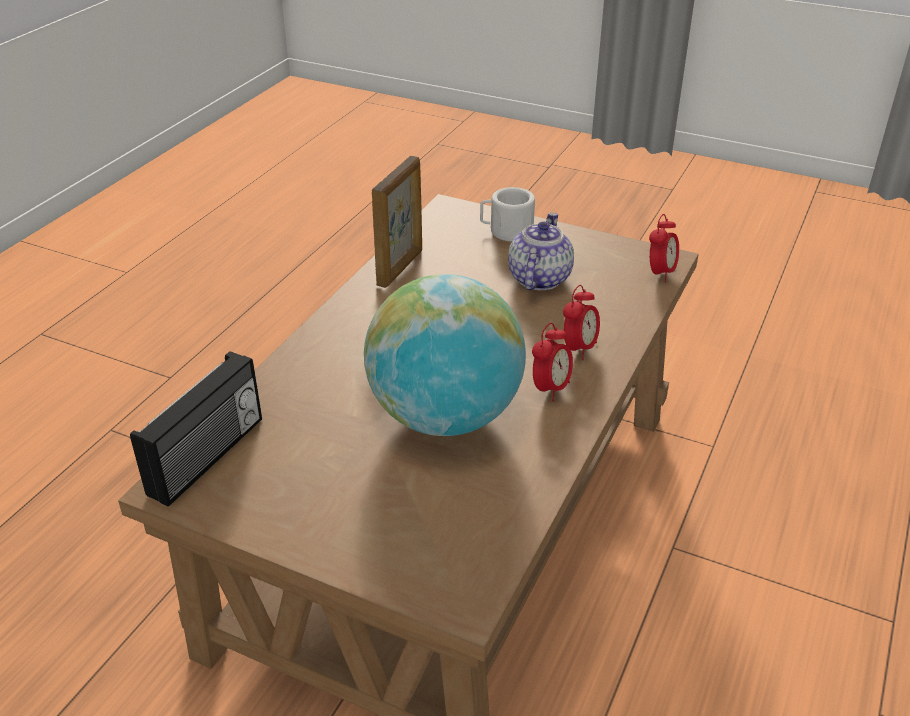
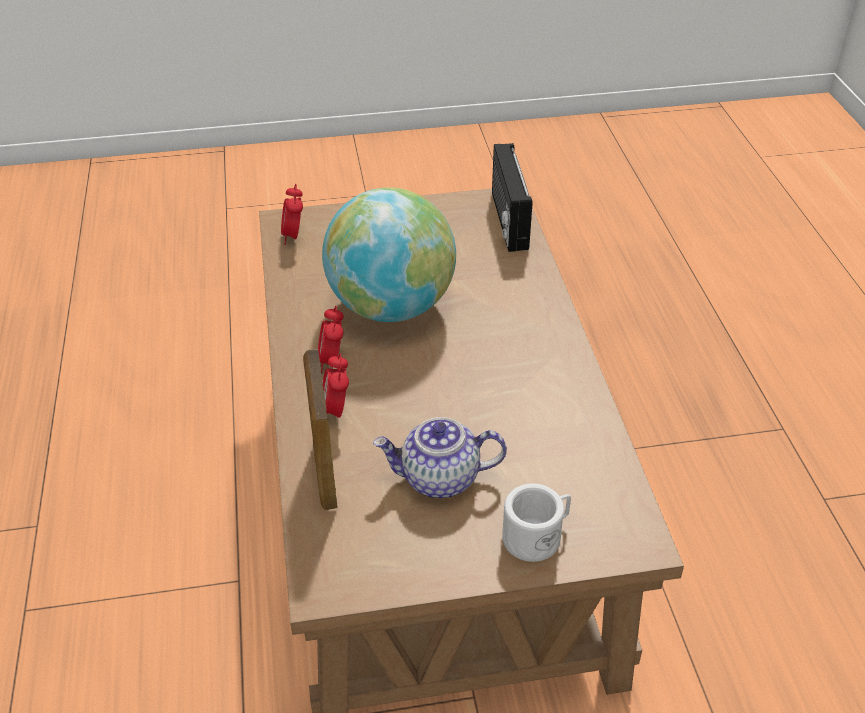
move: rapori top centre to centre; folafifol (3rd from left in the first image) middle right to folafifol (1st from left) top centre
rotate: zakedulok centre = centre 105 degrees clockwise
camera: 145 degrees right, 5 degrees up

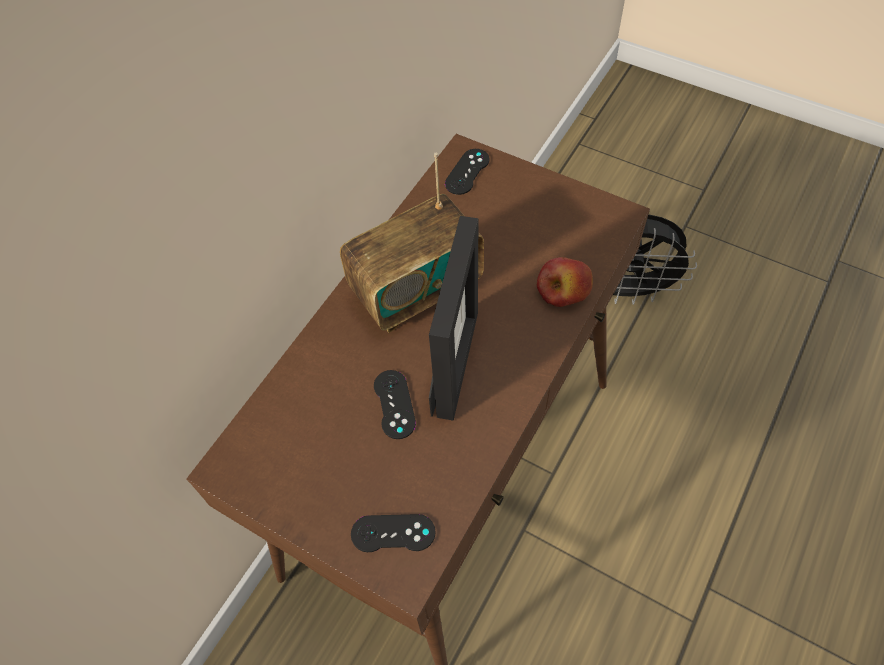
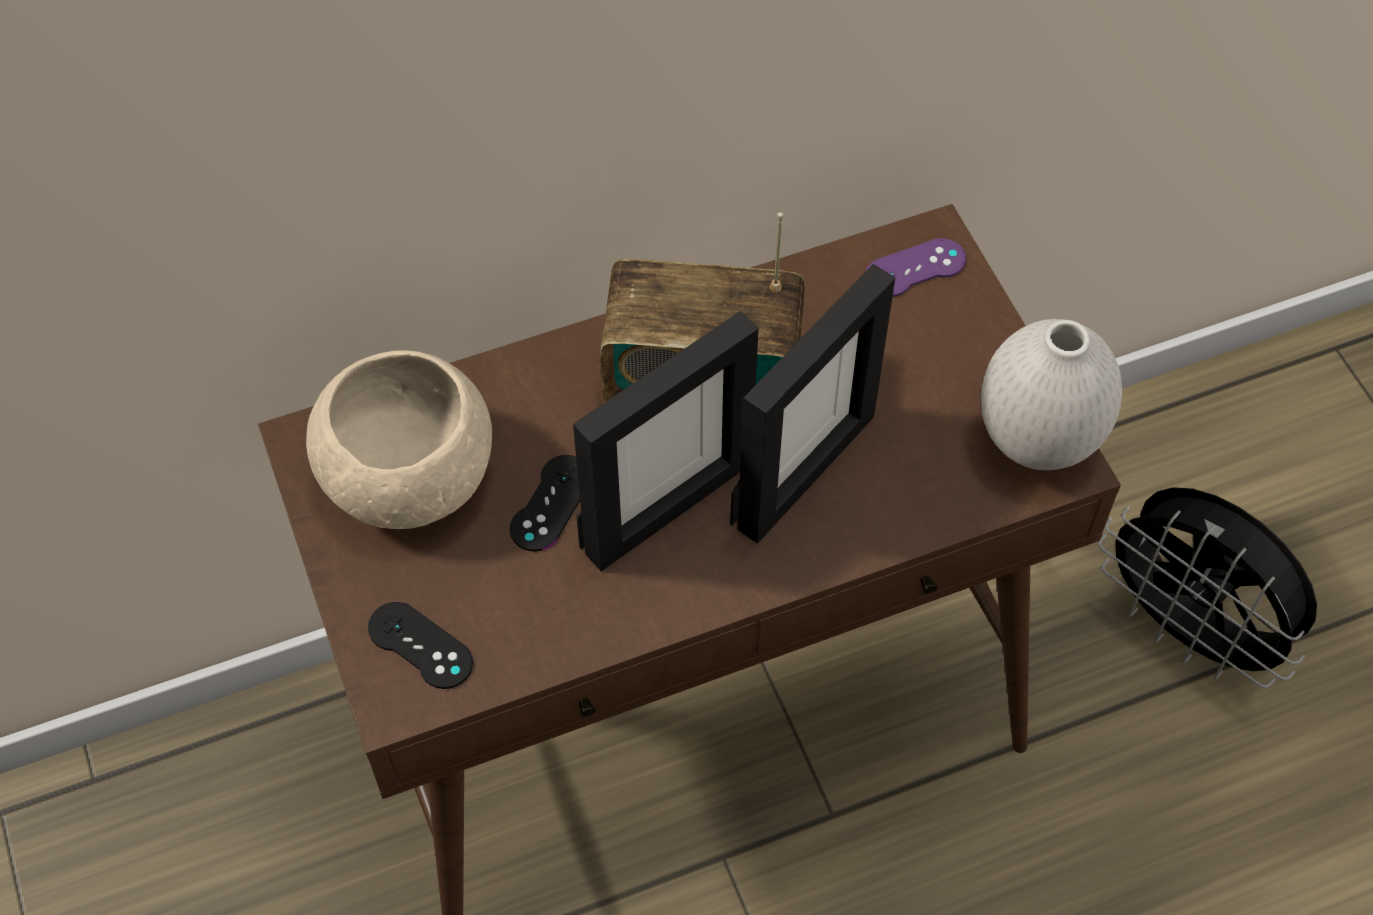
delete: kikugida centre
insert: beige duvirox middle left; rapori (2nd from left) centre; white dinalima middle right
recolor: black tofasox (3rd from left) top centre to purple tofasox top right
camera: 35 degrees right, 0 degrees up

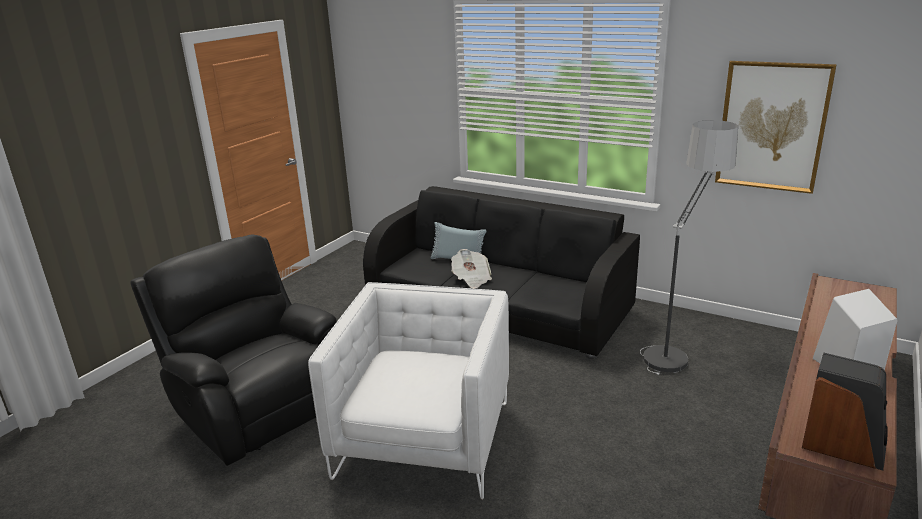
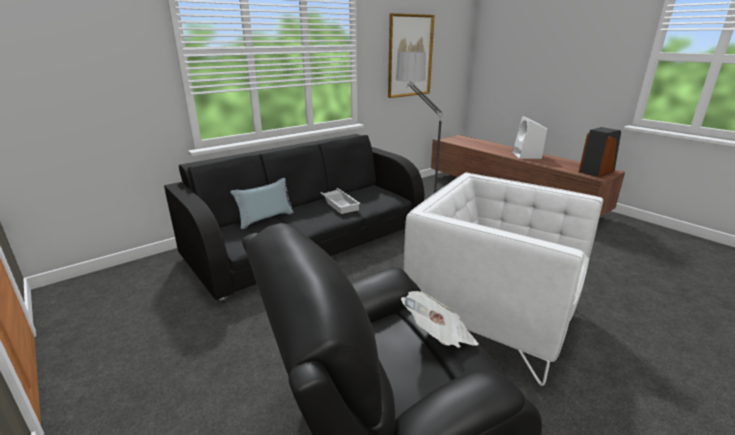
insert: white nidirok centre
move: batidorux centre to bottom centre
camera: 70 degrees left, 0 degrees up

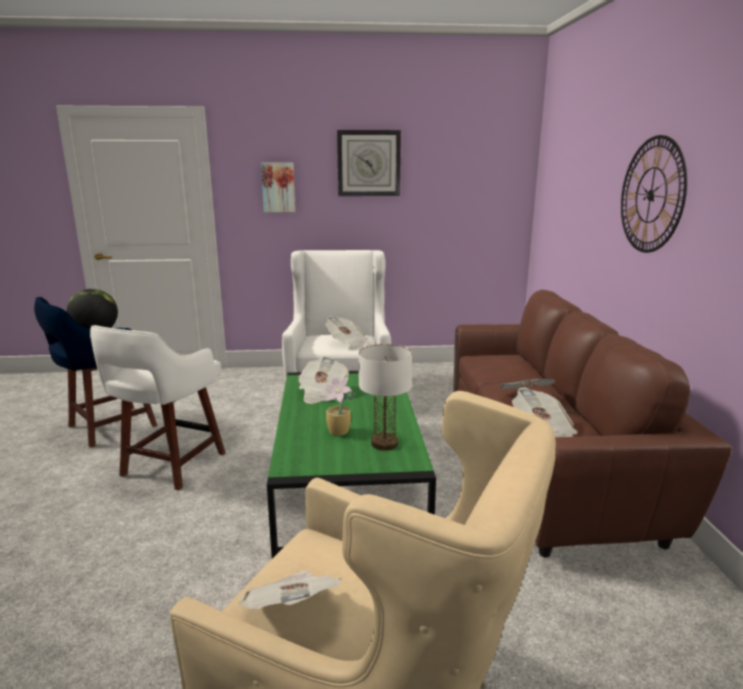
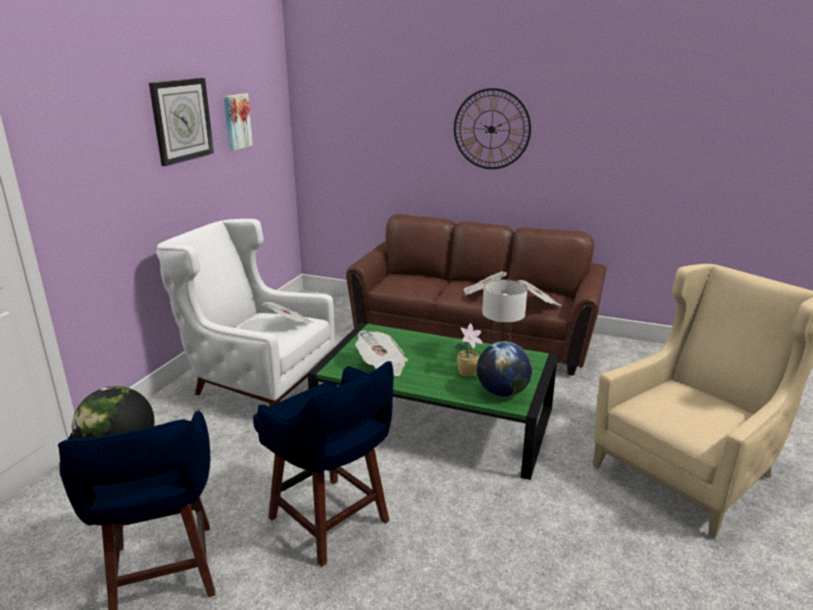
delete: batidorux (1st from left) bottom centre
insert: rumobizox (2nd from left) centre
move: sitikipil top centre to top left
recolor: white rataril middle left to blue rataril (2nd from left) bottom centre
camera: 65 degrees left, 5 degrees up

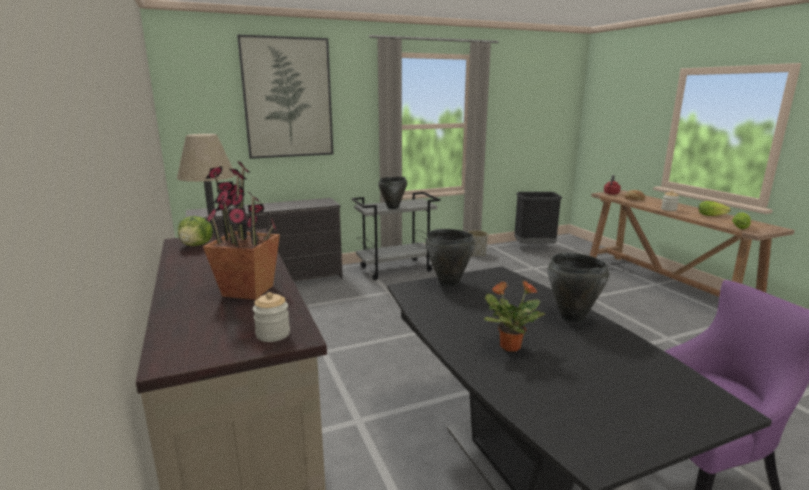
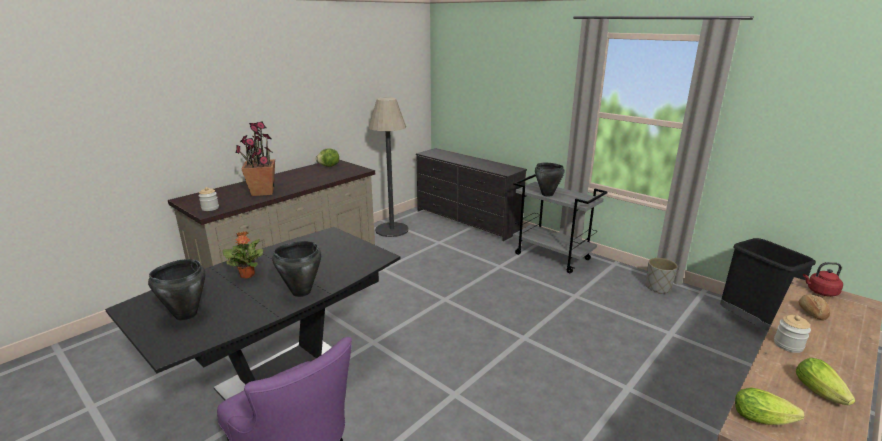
delete: sitikipil top centre
move: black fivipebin (2nd from left in the first image) centre to black fivipebin (1st from left) middle left
camera: 65 degrees right, 5 degrees up

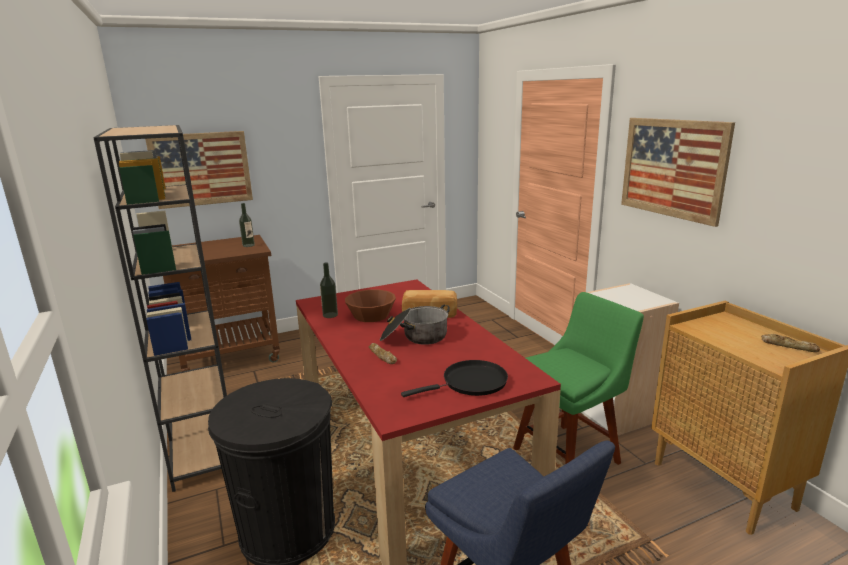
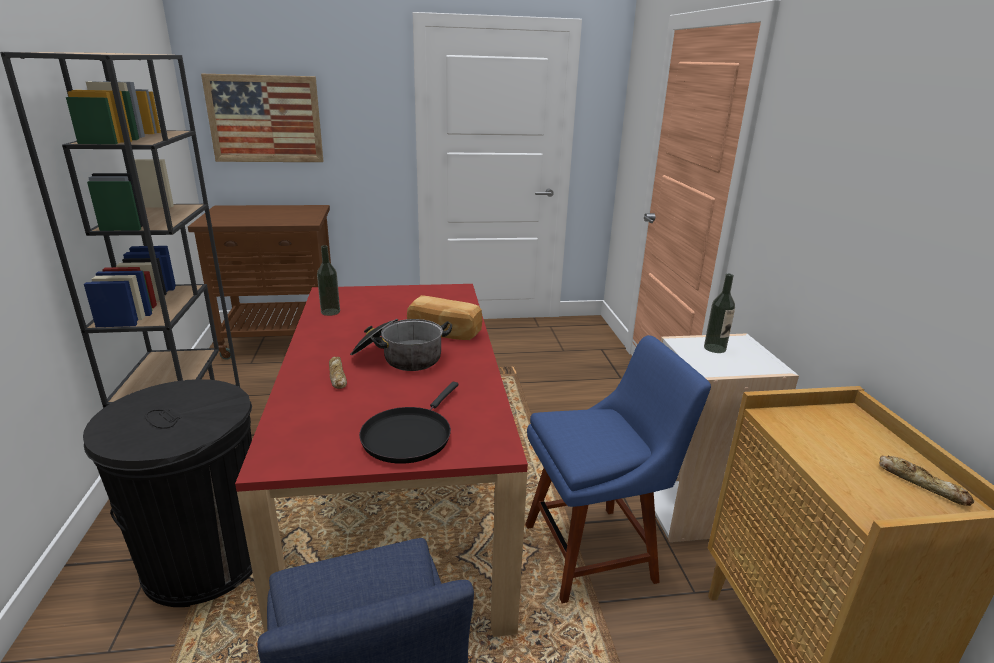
delete: brown duvirox centre; sitikipil (2nd from left) top right
move: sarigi (1st from left in the first image) middle left to sarigi (2nd from left) middle right
recolor: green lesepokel bottom right to blue lesepokel (2nd from left) bottom centre
rotate: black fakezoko bottom centre = centre 120 degrees clockwise
camera: 15 degrees right, 5 degrees up

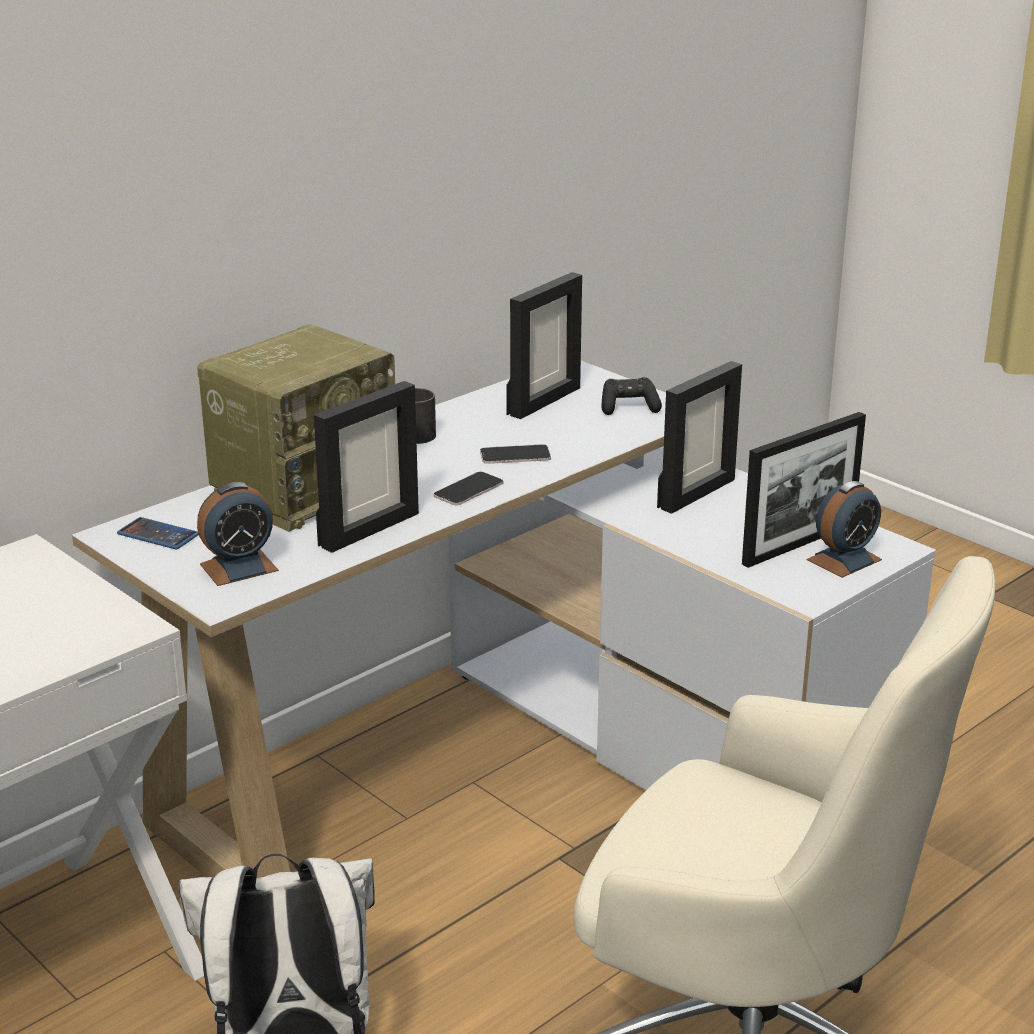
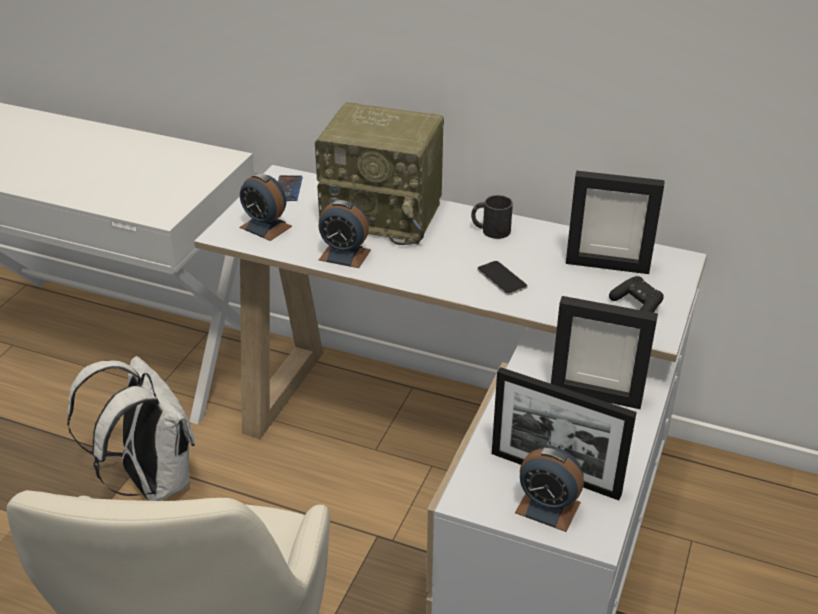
delete: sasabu (2nd from left) centre
replace: rapori (1st from left) centre to folafifol (2nd from left) centre
camera: 65 degrees right, 10 degrees up

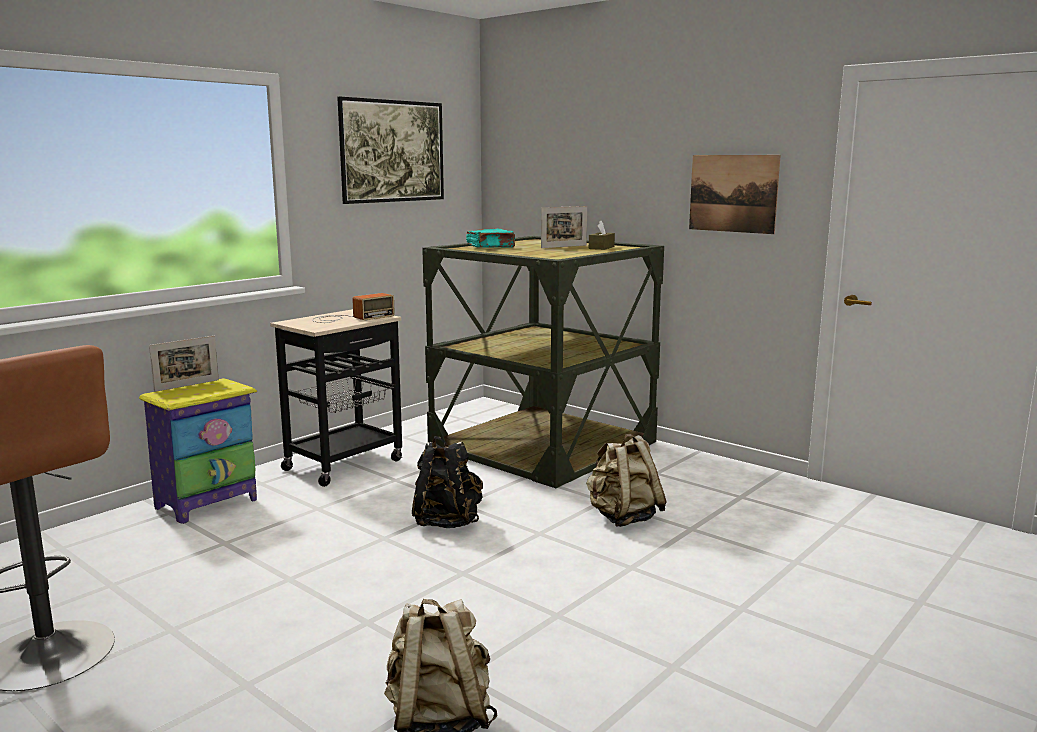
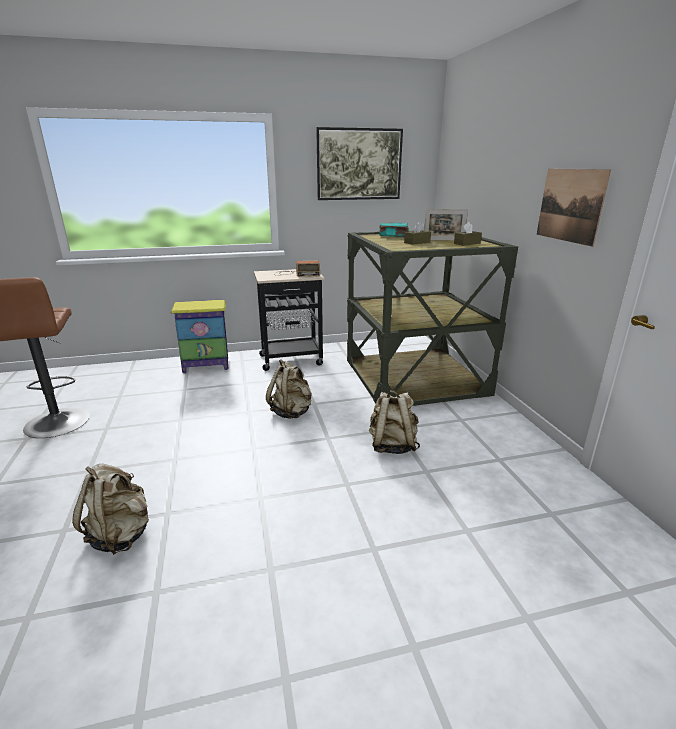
delete: rapori (1st from left) middle left
insert: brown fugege (1st from left) top centre
recolor: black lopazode centre to beige lopazode (2nd from left) centre
camera: 35 degrees right, 10 degrees up

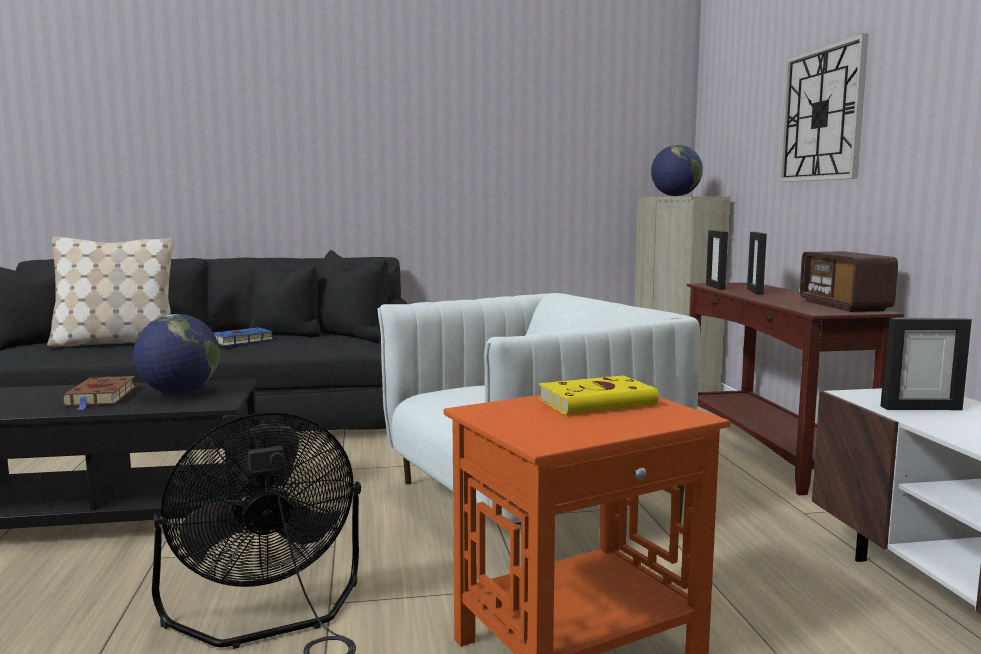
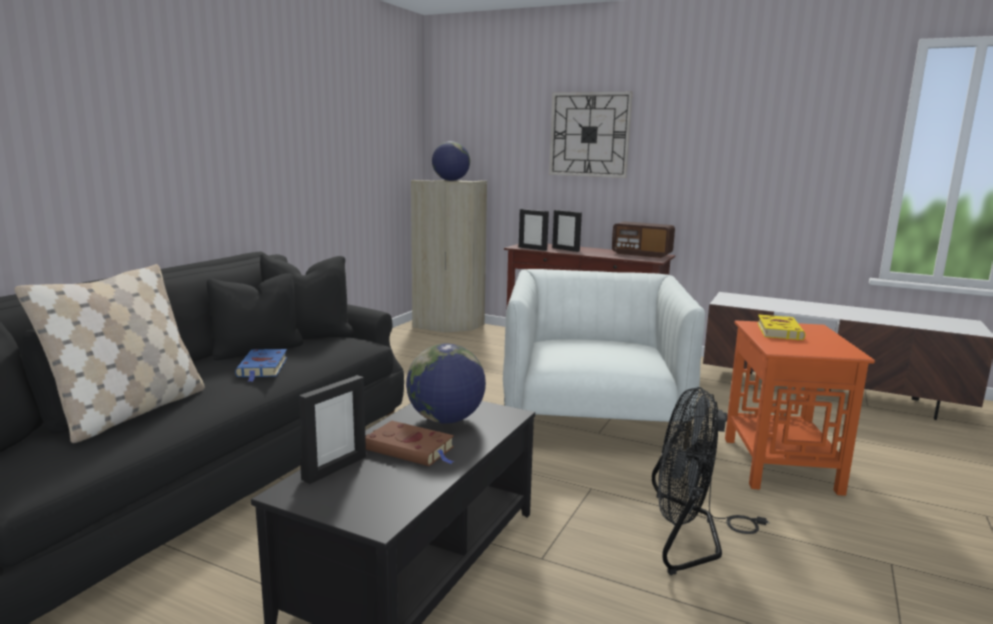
move: rapori (3rd from left in the first image) middle right to rapori (1st from left) bottom centre
camera: 55 degrees left, 5 degrees up

